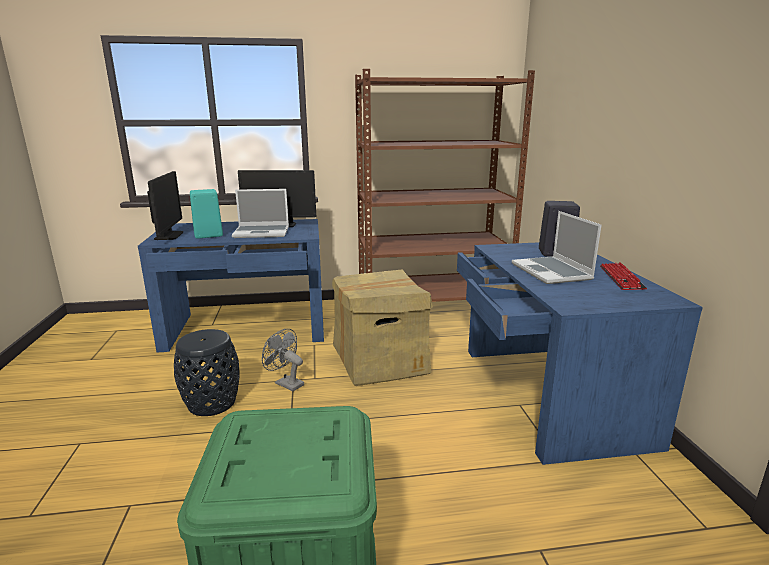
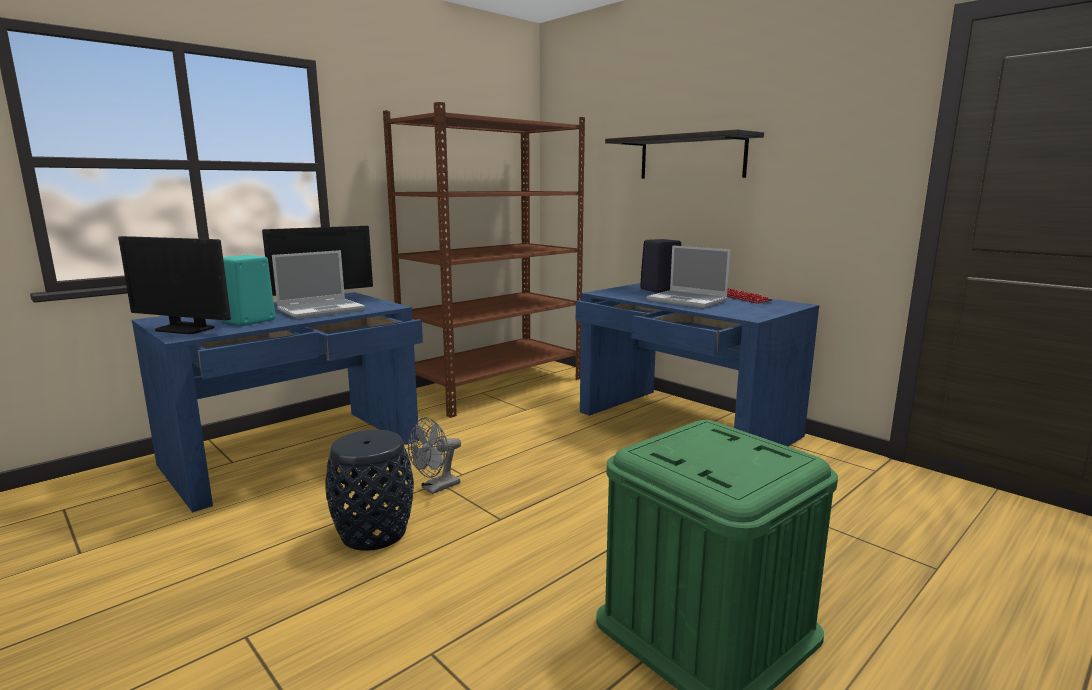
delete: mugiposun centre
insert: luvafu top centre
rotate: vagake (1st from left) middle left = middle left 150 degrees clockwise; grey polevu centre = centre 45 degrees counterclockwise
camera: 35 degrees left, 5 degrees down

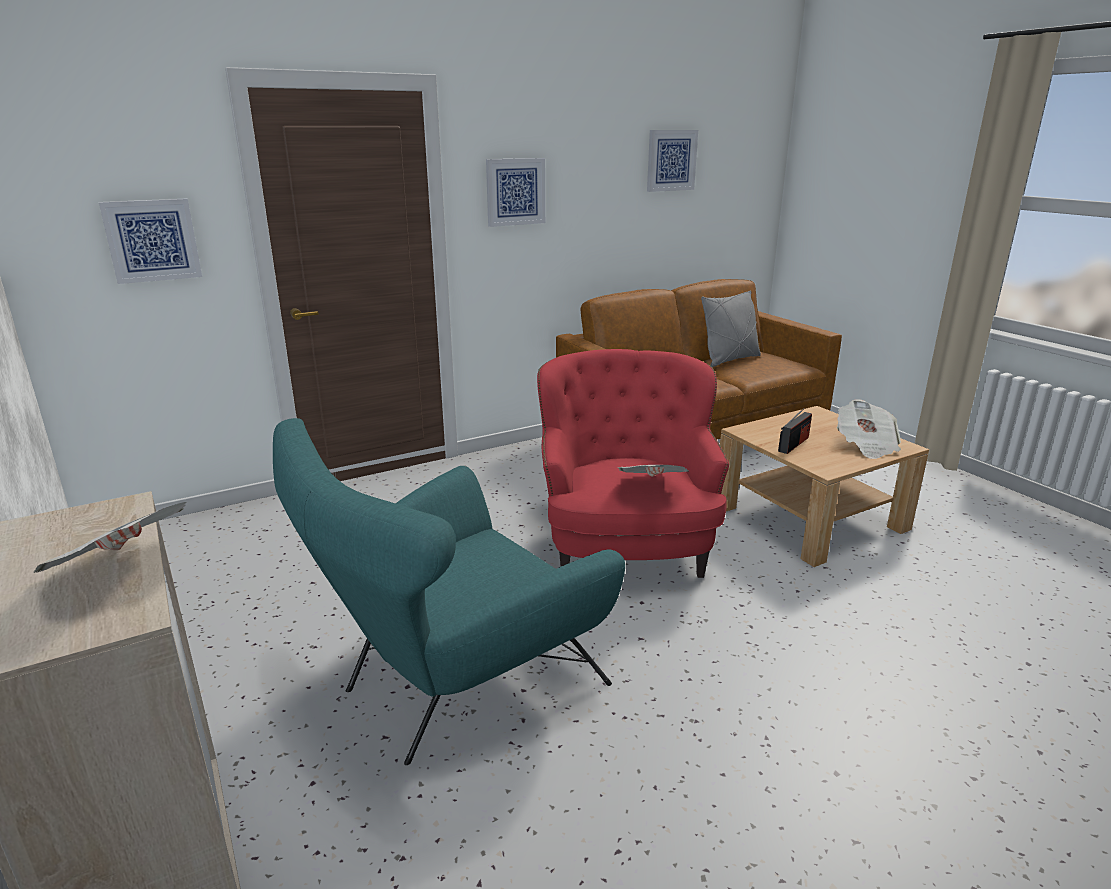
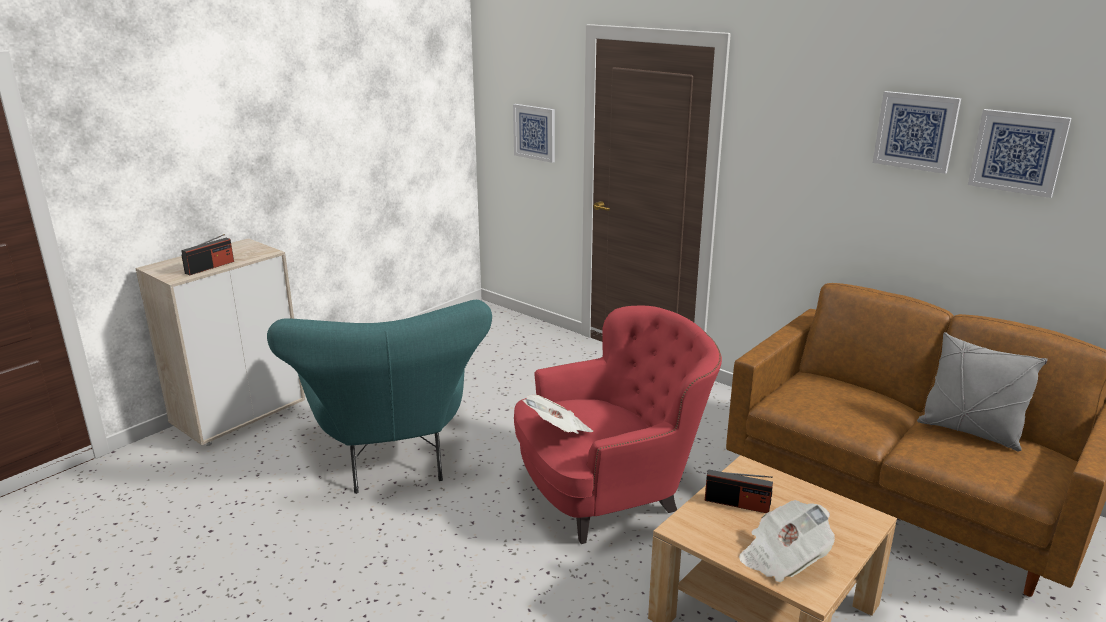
move: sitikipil (2nd from left) top centre to top right
replace: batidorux (1st from left) middle left to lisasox (1st from left) middle left
rotate: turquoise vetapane centre = centre 135 degrees counterclockwise
camera: 70 degrees right, 0 degrees up

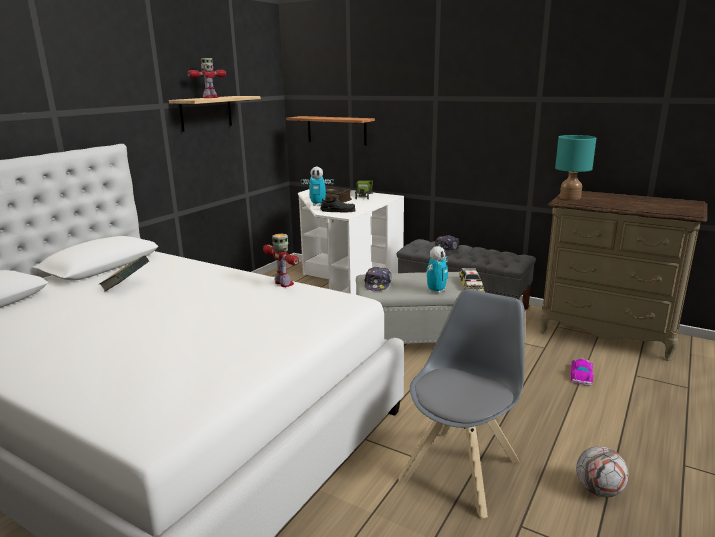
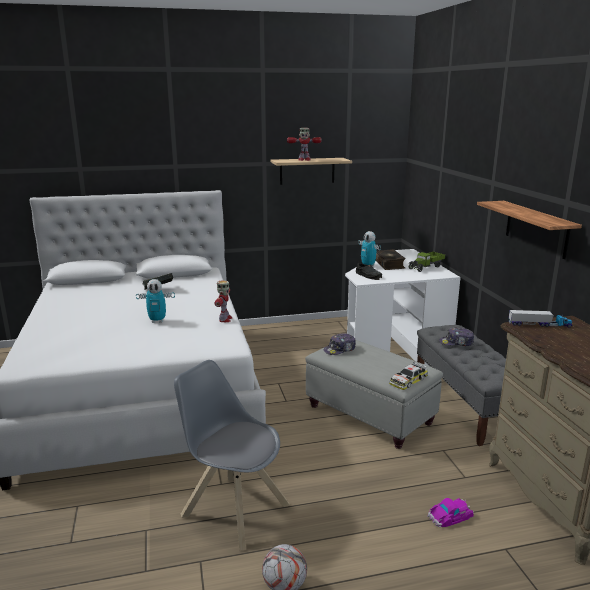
move: luvafu (2nd from left) top centre to middle right; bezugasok (4th from left in the first image) centre to bezugasok (1st from left) middle left
replace: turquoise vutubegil top right to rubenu (2nd from left) middle right
rotate: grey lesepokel bottom centre = bottom centre 135 degrees counterclockwise
camera: 45 degrees right, 0 degrees up

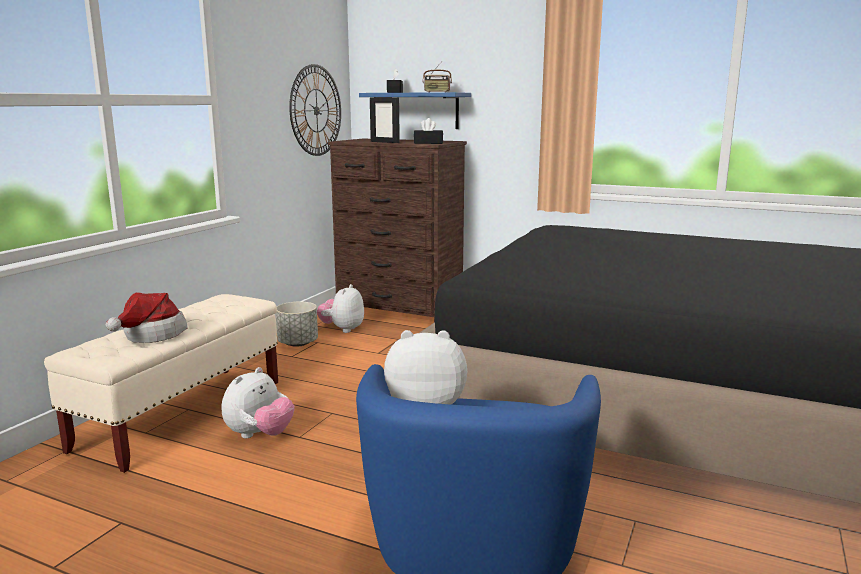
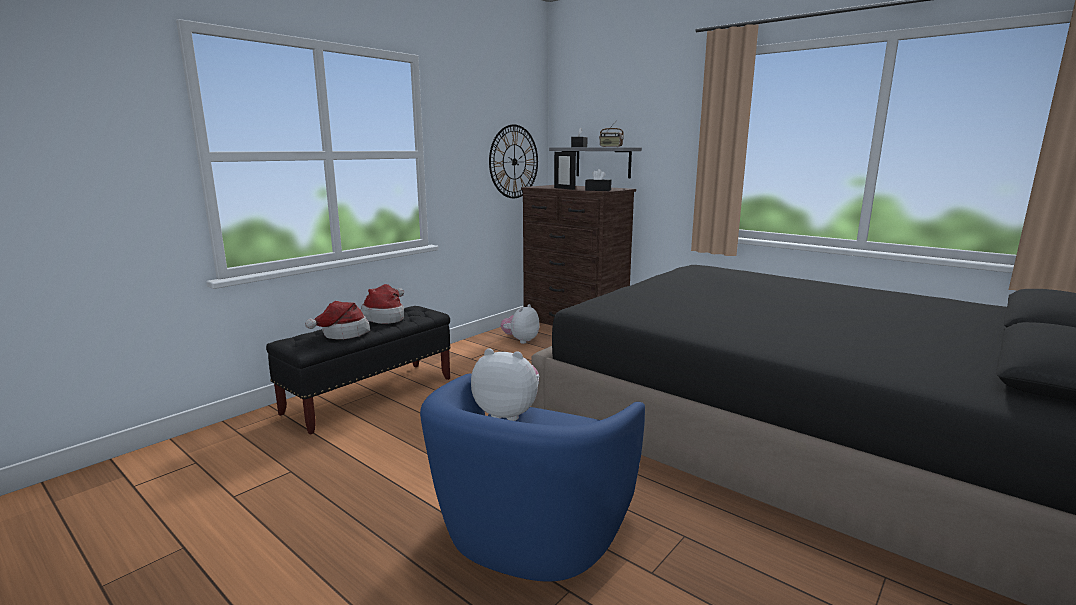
delete: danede (1st from left) bottom left; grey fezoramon centre
insert: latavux (2nd from left) centre
recolor: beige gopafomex bottom left to black gopafomex middle left; blue luvafu top centre to grey luvafu top centre
camera: 15 degrees right, 0 degrees up

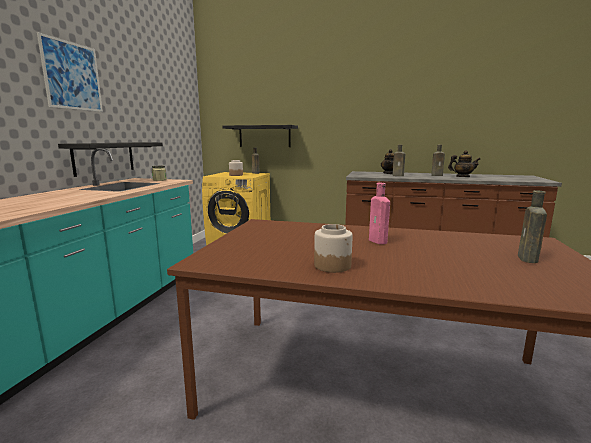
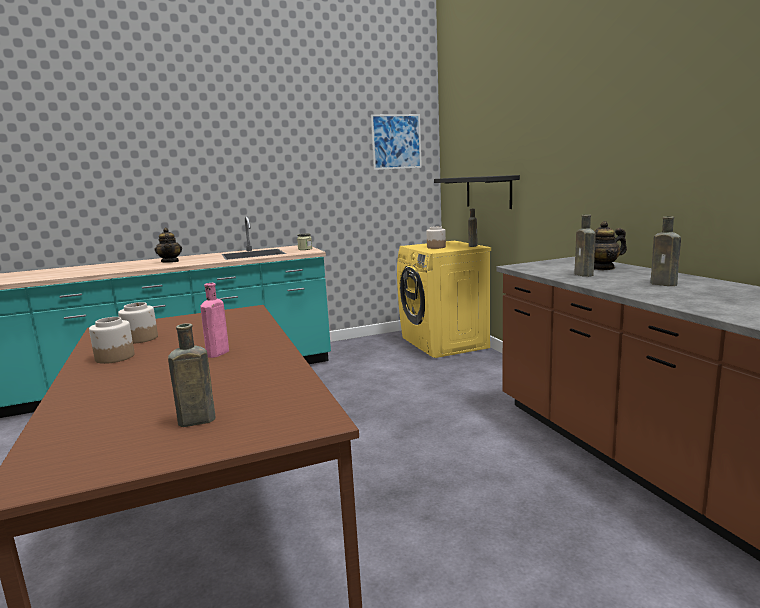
delete: black luvafu (1st from left) middle left
insert: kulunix (2nd from left) middle left
move: sitikipil top left to top centre; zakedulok (2nd from left in the first image) middle right to zakedulok (1st from left) middle left
camera: 55 degrees right, 0 degrees up

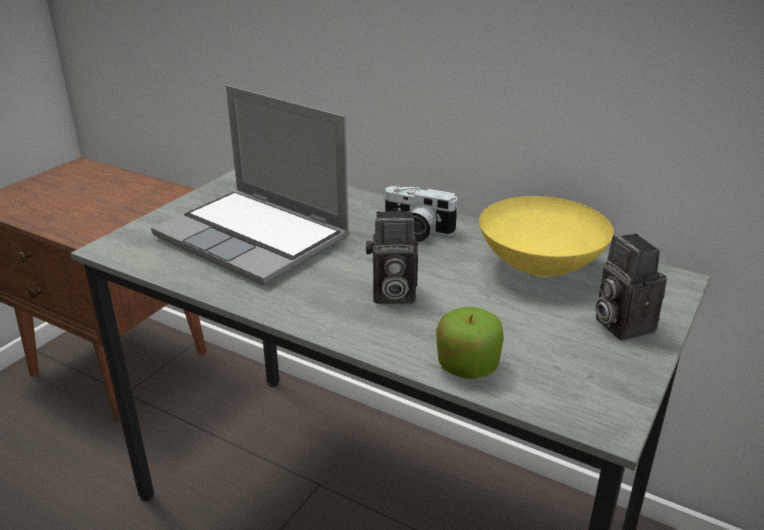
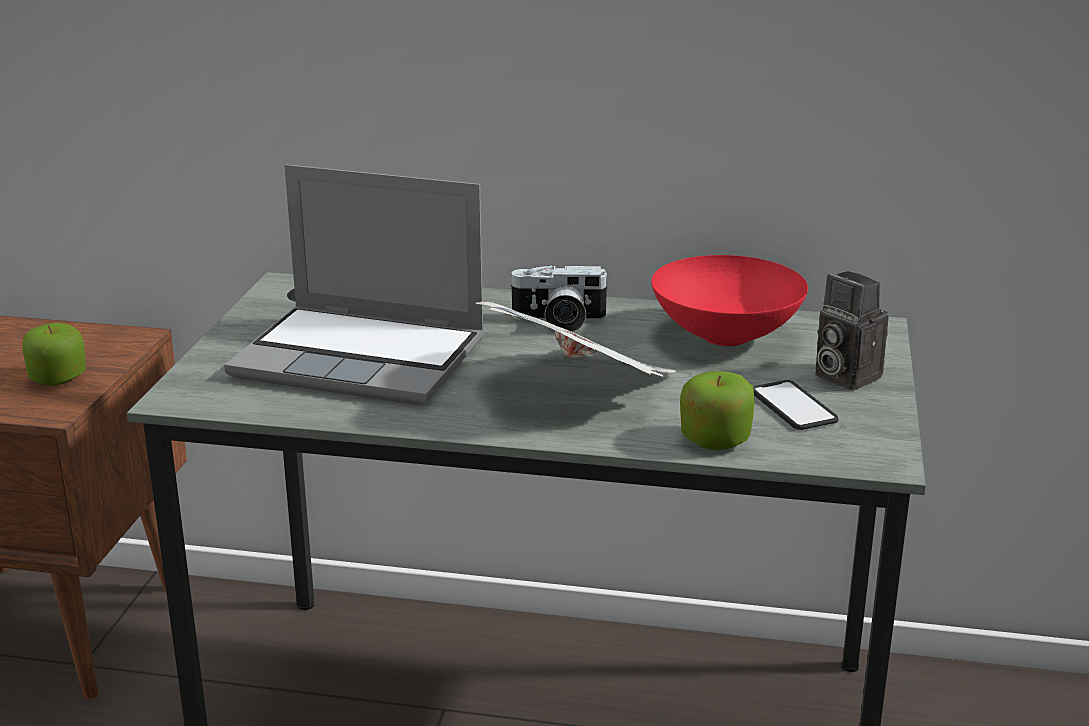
insert: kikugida (1st from left) middle left; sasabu middle right
replace: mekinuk (1st from left) centre to batidorux centre
recolor: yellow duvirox middle right to red duvirox middle right
camera: 20 degrees left, 5 degrees down

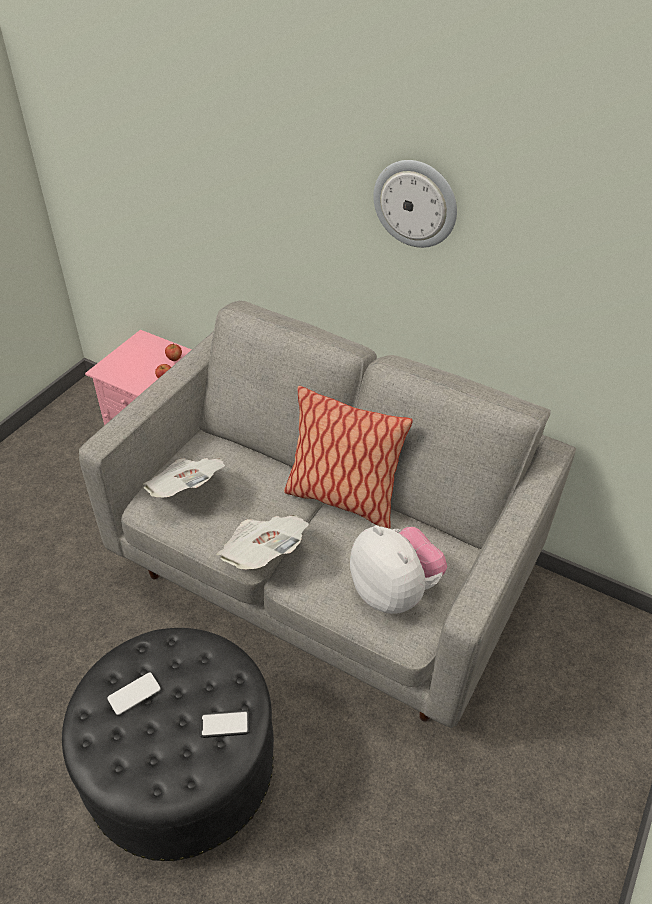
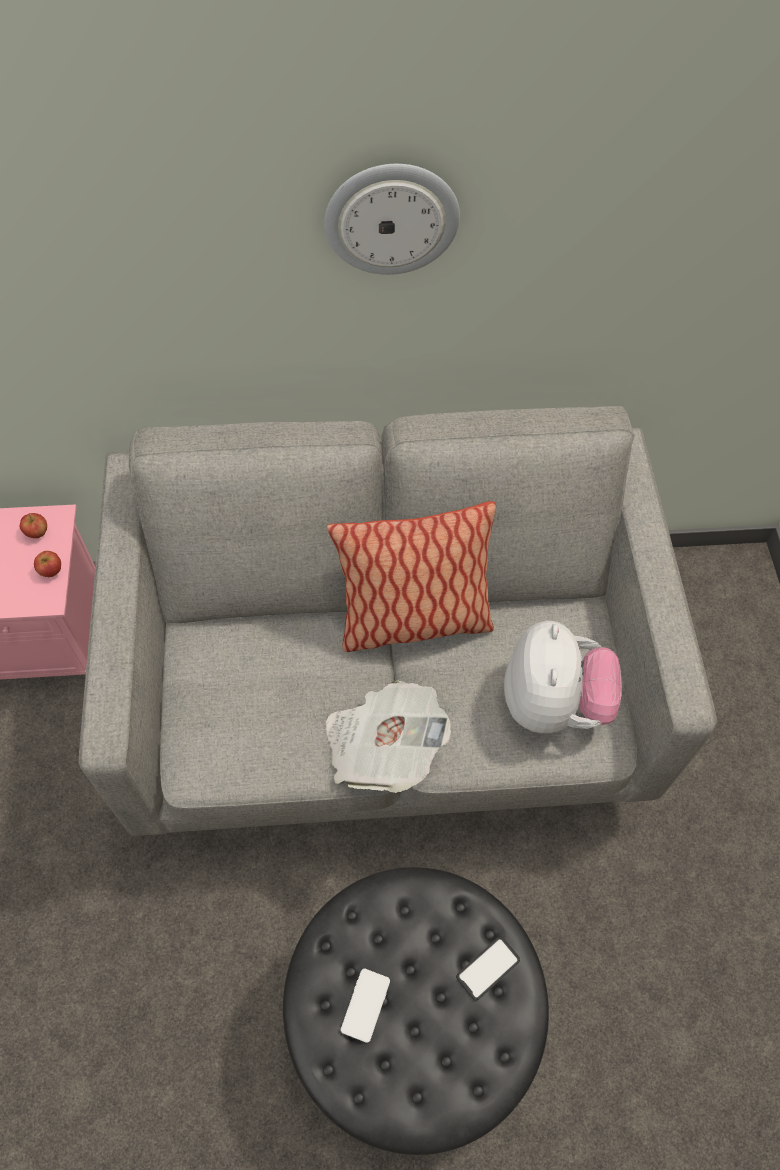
delete: batidorux (1st from left) middle left
rotate: danede centre = middle right 75 degrees clockwise
camera: 35 degrees left, 15 degrees up

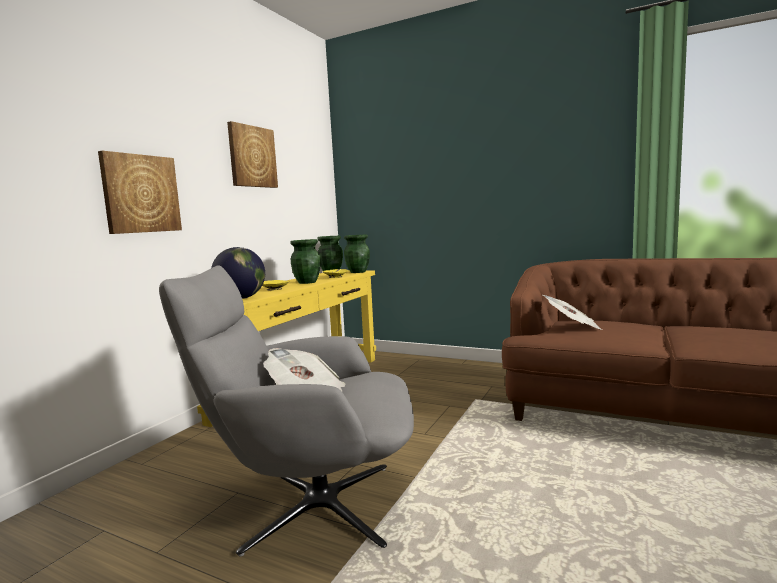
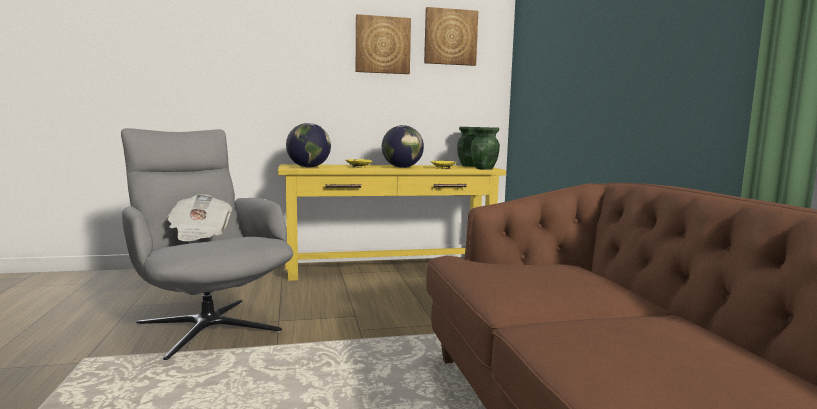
delete: batidorux (2nd from left) middle right
move: sitikipil (1st from left in the first image) top left to sitikipil (2nd from left) top centre
replace: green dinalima (1st from left) centre to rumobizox (2nd from left) centre
camera: 50 degrees right, 0 degrees up

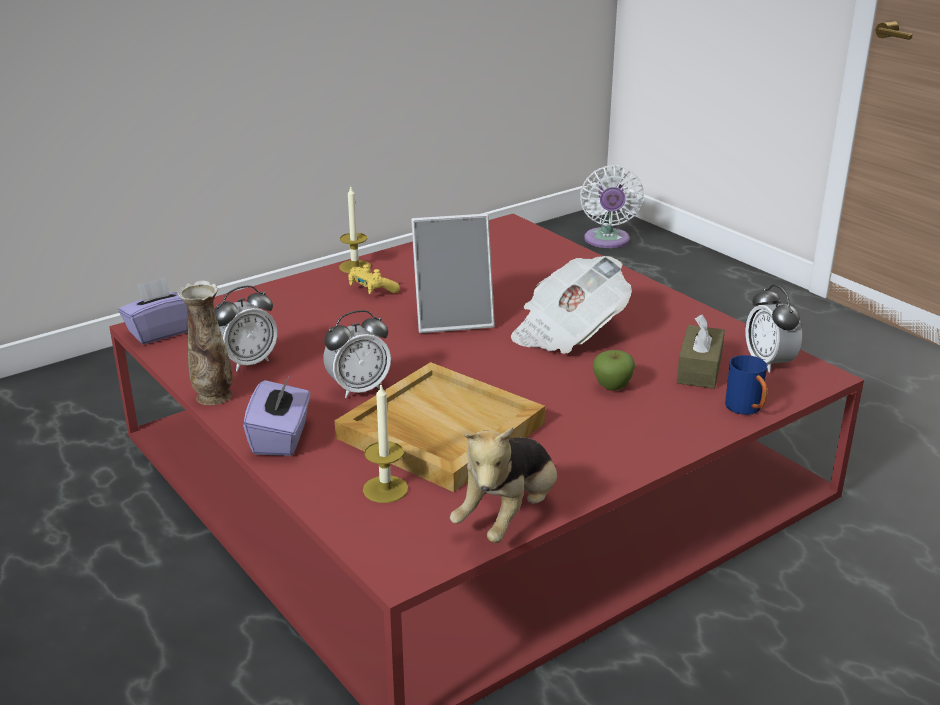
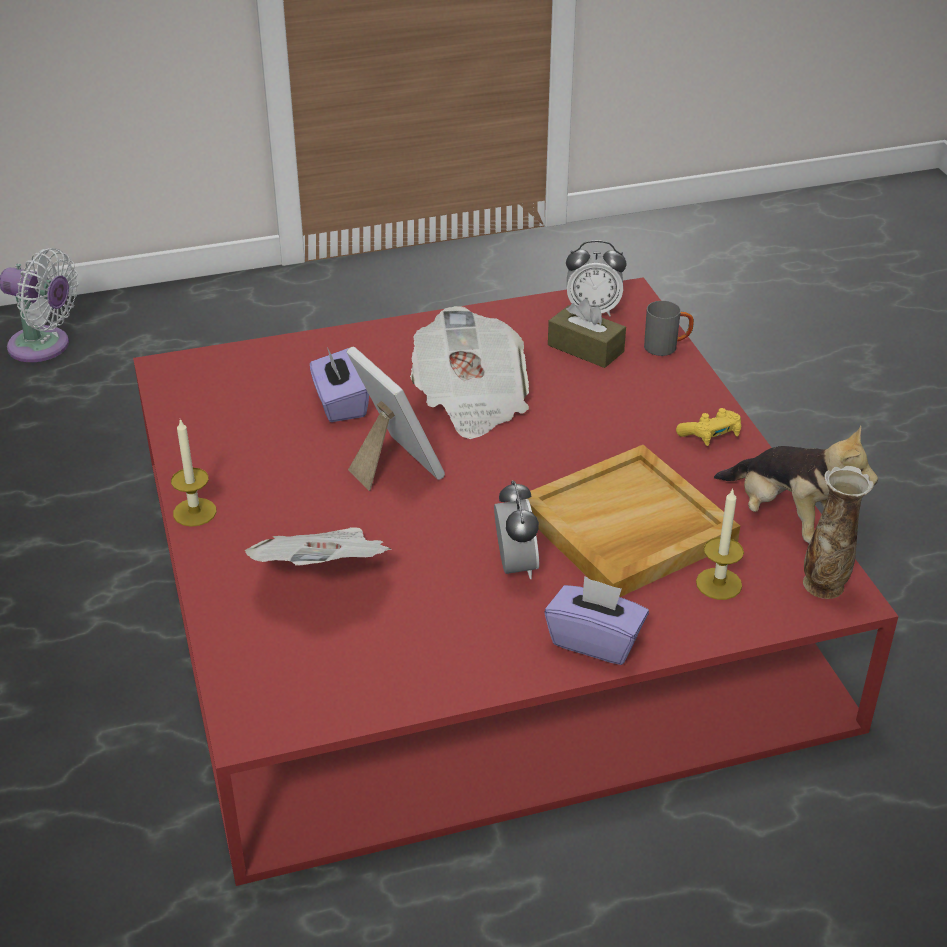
delete: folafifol (1st from left) middle left; kikugida centre
insert: batidorux (1st from left) centre
move: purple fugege (1st from left) middle left to centre; dinalima middle left to middle right; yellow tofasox centre to middle right
recolor: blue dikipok middle right to grey dikipok middle right
rotate: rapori centre = centre 45 degrees counterclockwise
camera: 70 degrees left, 10 degrees up

